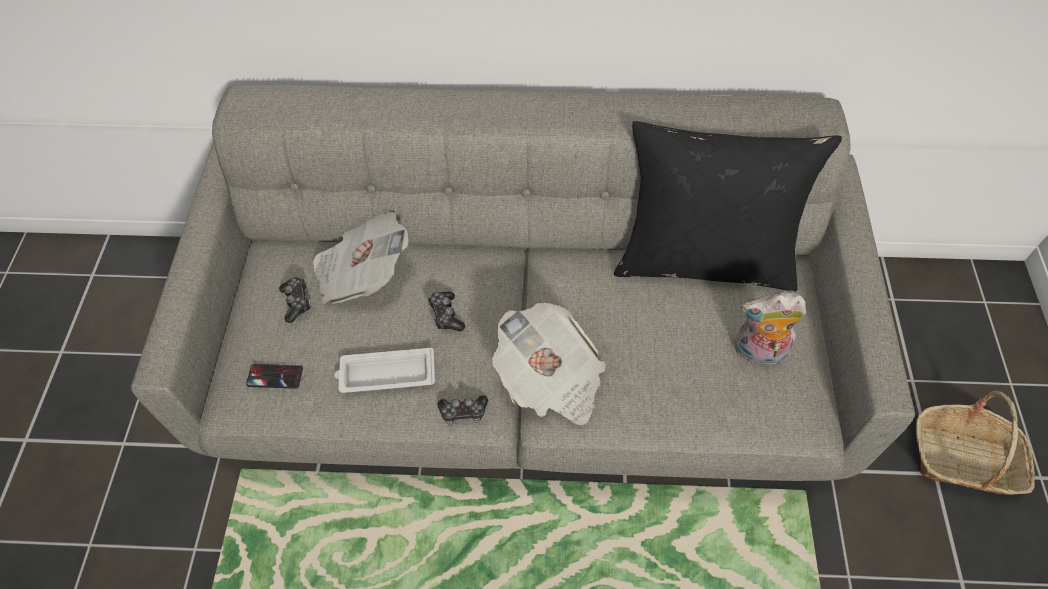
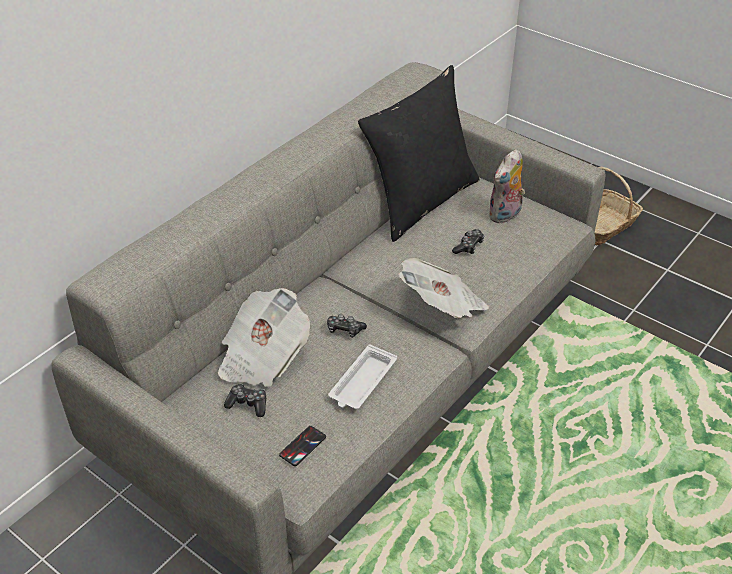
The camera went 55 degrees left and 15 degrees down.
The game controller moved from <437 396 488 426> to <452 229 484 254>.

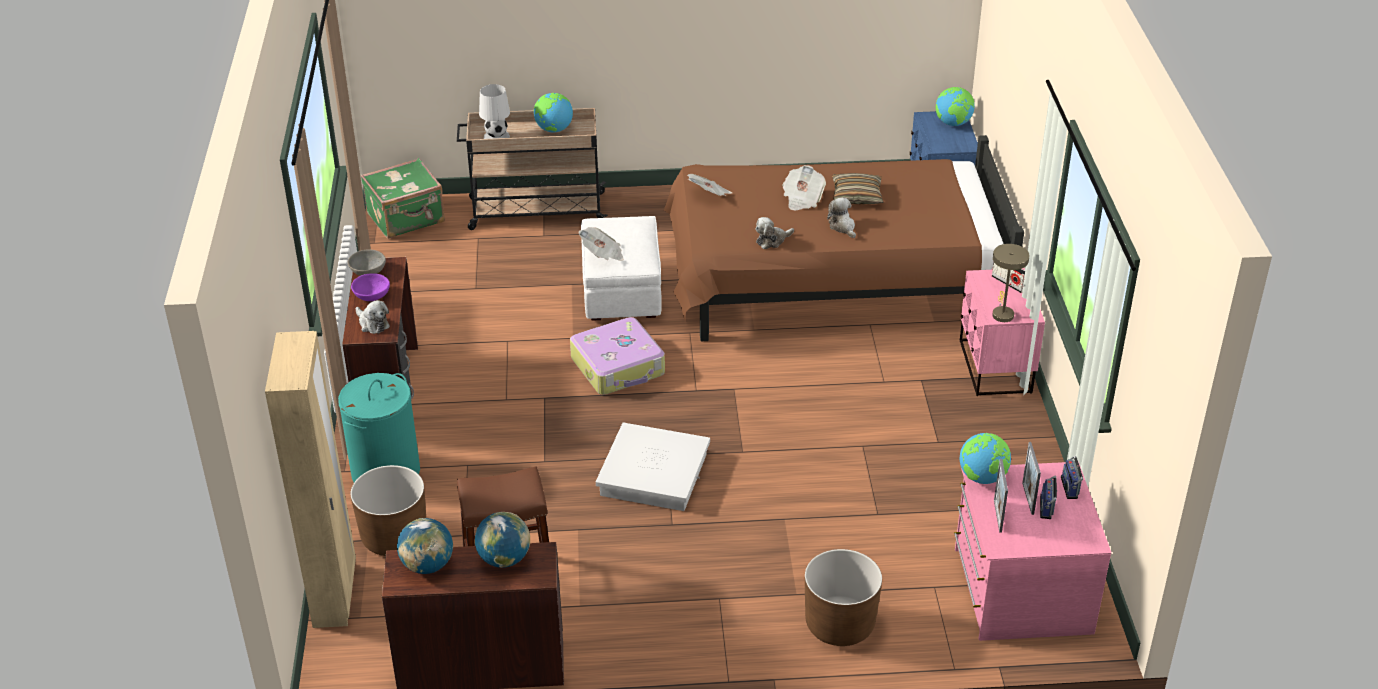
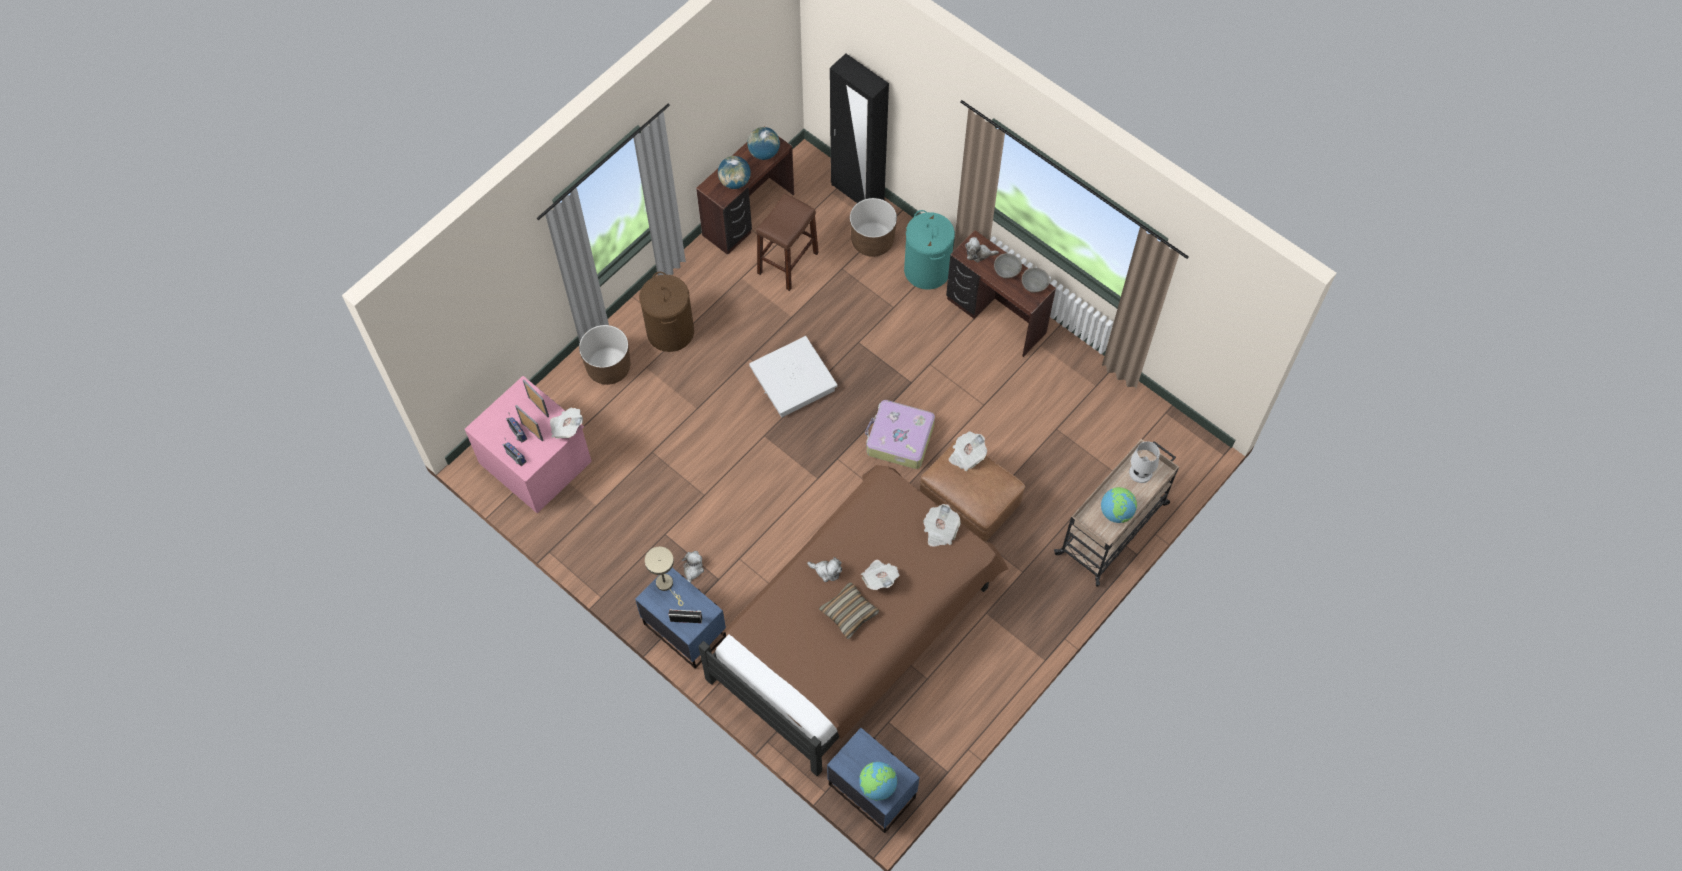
The camera went 135 degrees right and 25 degrees up.
The desk globe at <960 433 1011 484> was replaced by the daily paper at <550 408 583 438>.
The nightstand (pink) at <960 268 1045 396> became the nightstand (blue-coloured) at <635 568 726 669>.
The washing basket (brownish) at <639 272 694 352> appeared.
The plush toy moved from <755 217 794 249> to <682 551 704 583>.
The clothes cupboard (beige) at <265 331 356 628> became the clothes cupboard (black-coloured) at <830 54 889 203>.
The ottoman (white) at <581 216 662 321> became the ottoman (brownish) at <920 436 1025 541>.
The bowl (purple-coloured) at <351 273 390 301> became the bowl (greyish) at <994 253 1022 278>.
The suitcase (greenish) at <361 158 445 238> disappeared.

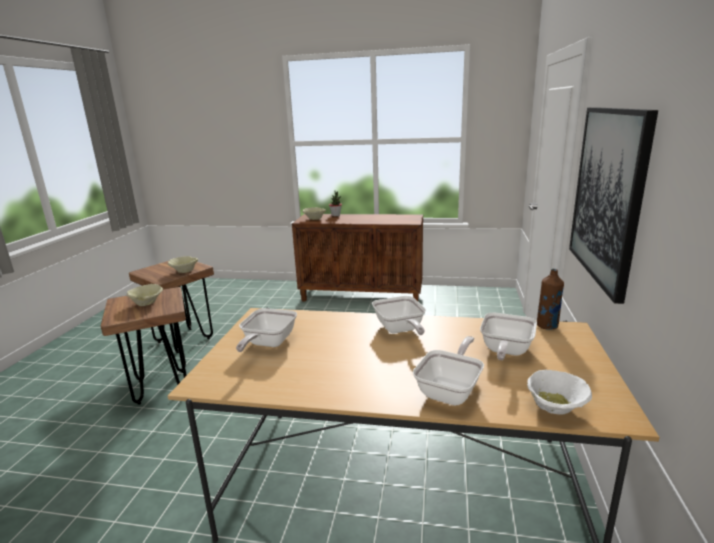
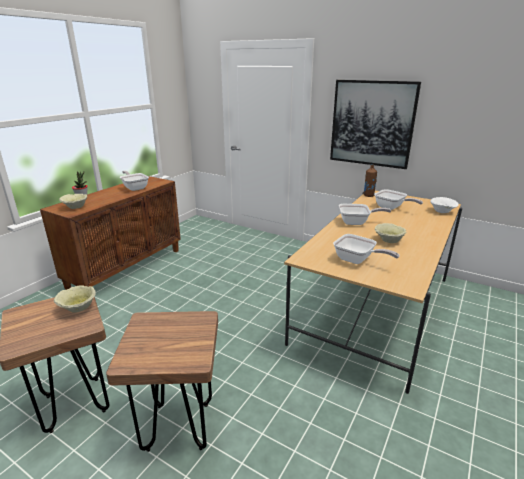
The camera went 70 degrees left and 5 degrees up.
The frying pan moved from <413 336 484 406> to <120 171 149 191>.
The bowl (beige) moved from <127 284 163 306> to <375 223 407 243>.

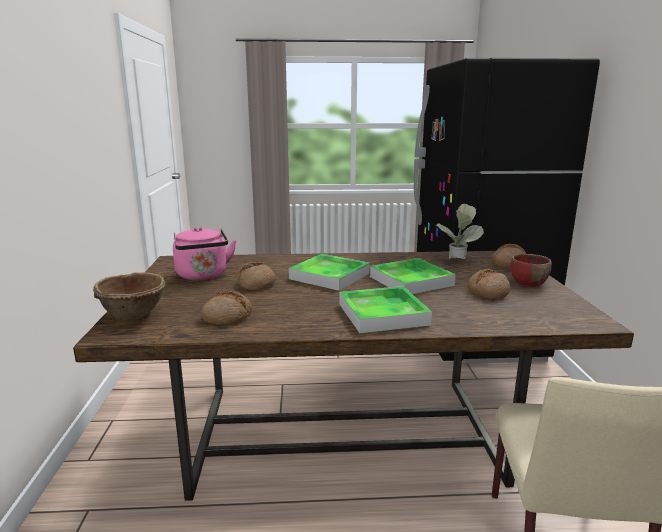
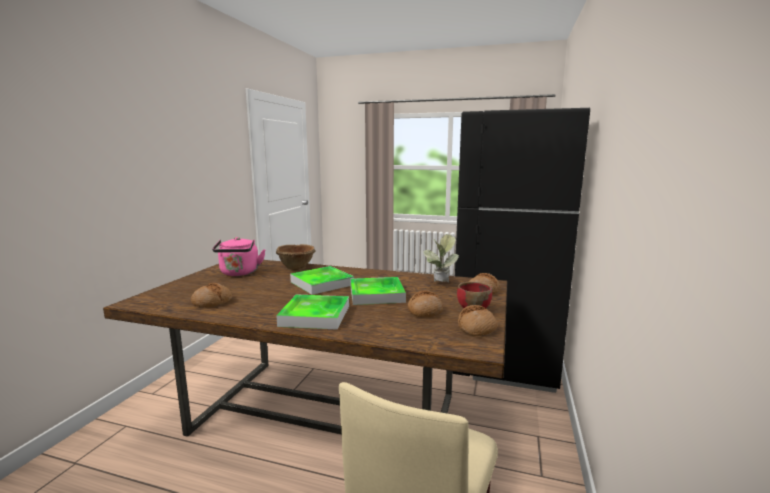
The camera went 20 degrees right and 5 degrees down.
The bowl (brownish) moved from <93 272 166 324> to <276 244 316 271>.
The bread moved from <238 262 276 290> to <458 305 498 336>.

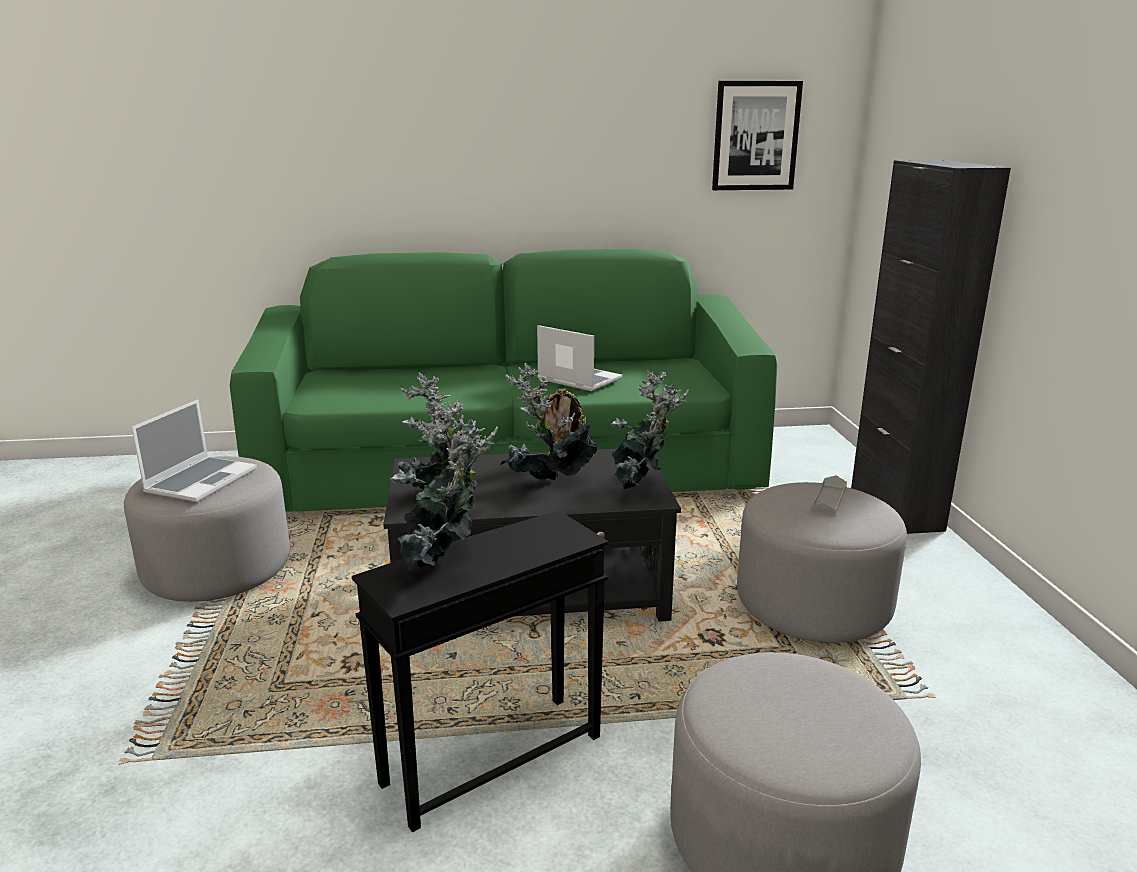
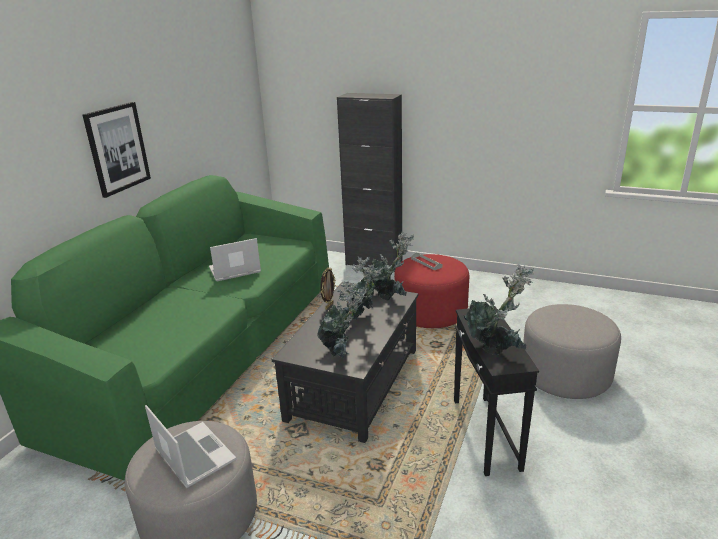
The camera went 60 degrees left and 5 degrees up.
The wall art moved from <712 81 803 190> to <82 102 151 198>.
The ottoman (greyish) at <737 482 907 643> became the ottoman (reddish) at <394 254 469 328>.

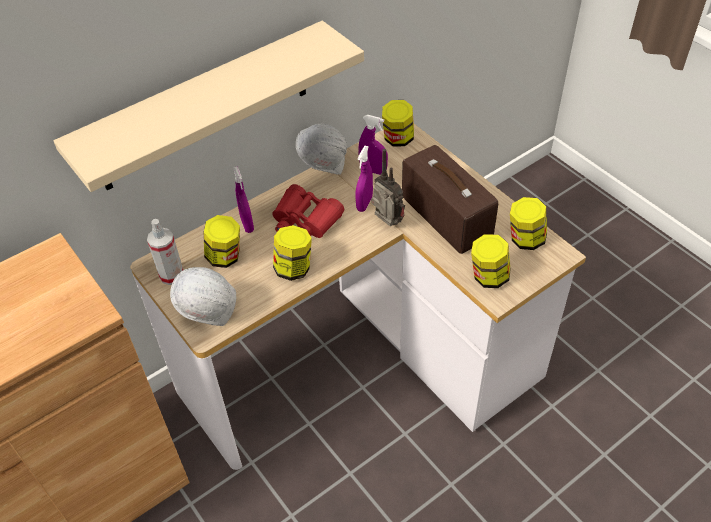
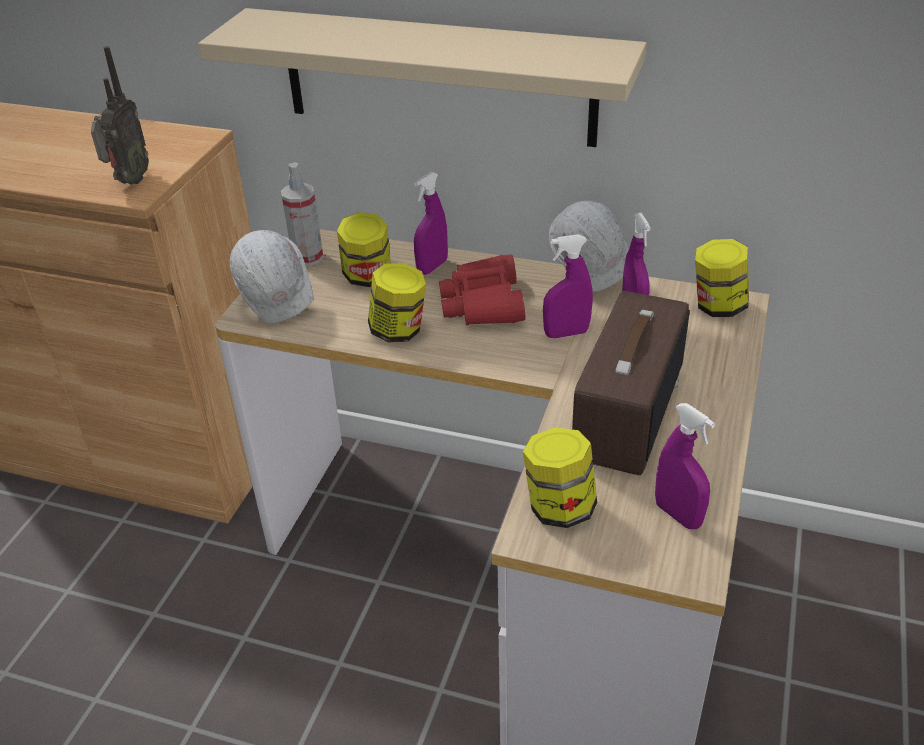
The camera went 55 degrees right and 10 degrees down.
The radio set moved from <371 149 405 226> to <91 46 149 185>.
The jar at <510 197 547 250> was replaced by the sprayer (purple-coloured) at <655 403 715 529>.

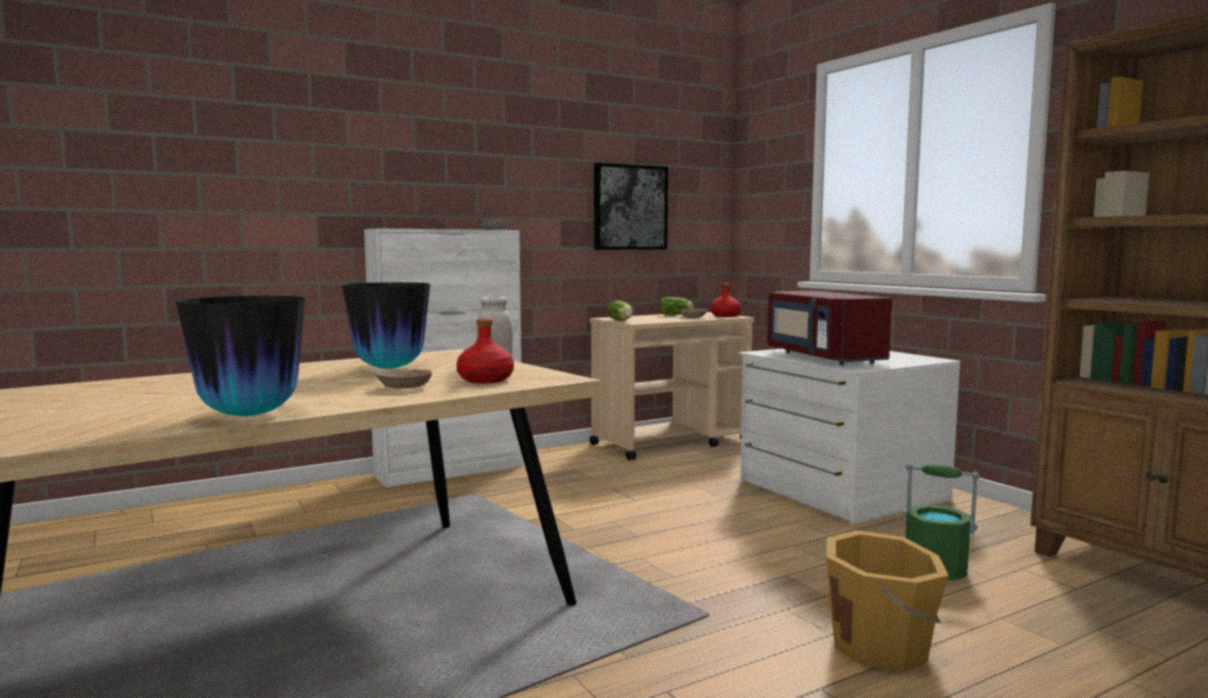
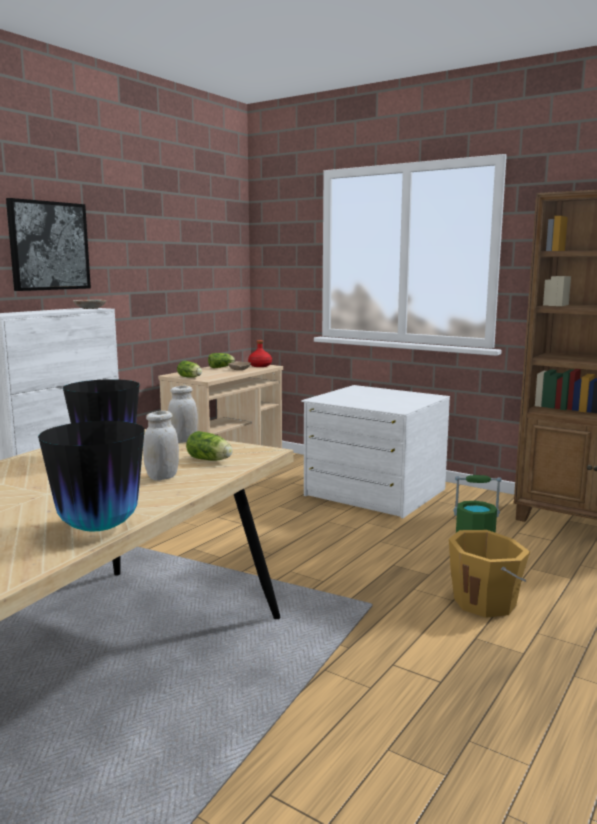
The camera went 25 degrees left and 5 degrees up.
The wall art moved from <594 163 668 250> to <6 198 91 291>.
The bowl (beige) at <375 369 432 389> was replaced by the jar (white) at <143 411 179 481>.
The bottle (reddish) at <456 318 514 383> was replaced by the lettuce head at <186 431 233 461>.
The microwave (reddish) at <767 291 892 365> disappeared.

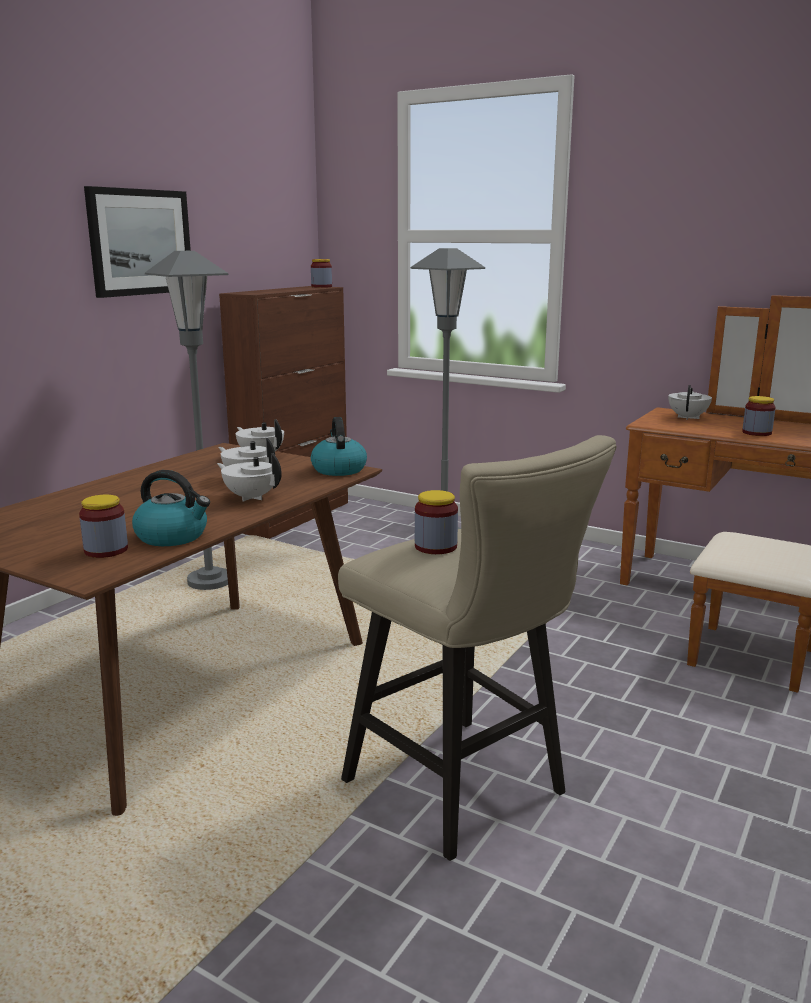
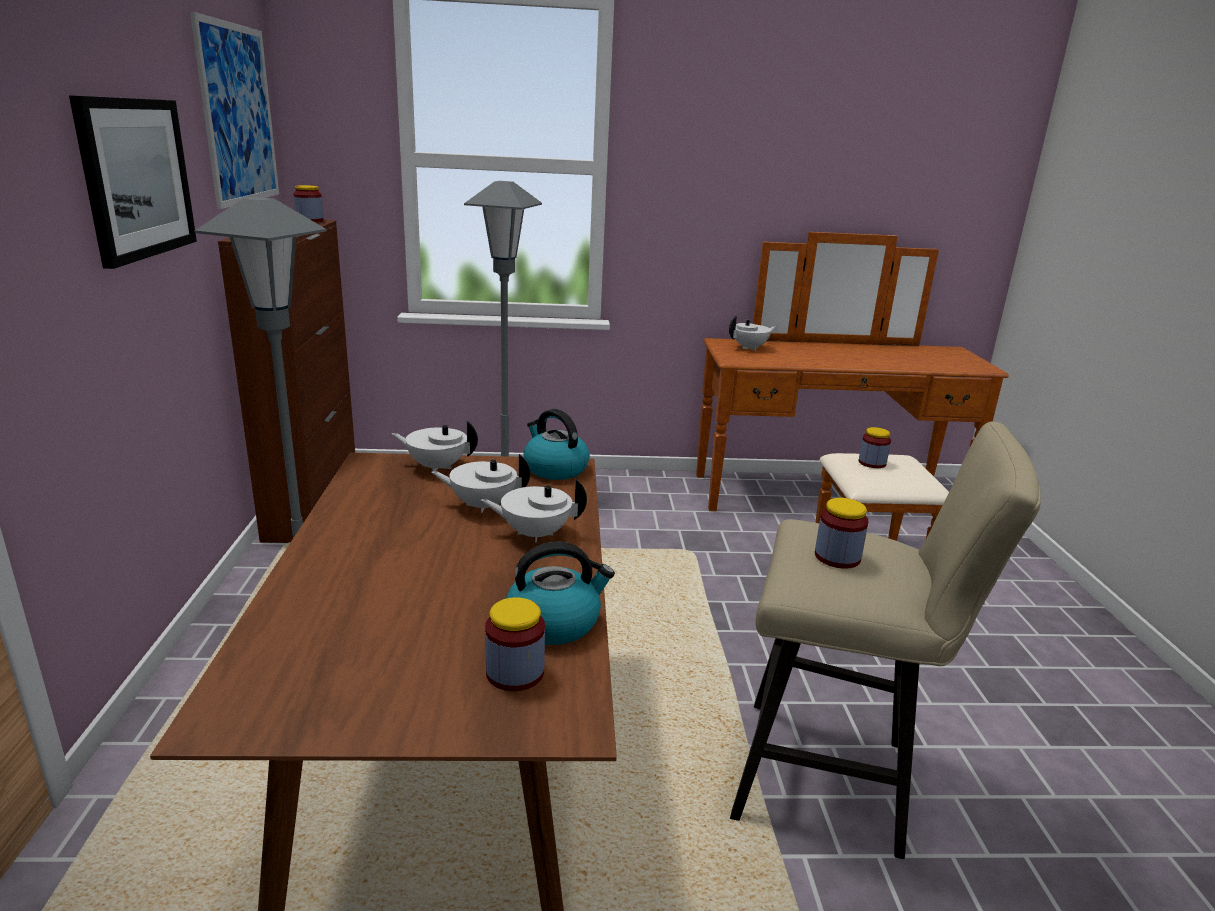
The camera went 35 degrees left and 5 degrees up.
The wall art at <190 12 279 209> appeared.
The tea pot (white) at <668 385 712 420> turned 75 degrees clockwise.
The jar moved from <742 396 776 436> to <858 427 891 468>.

